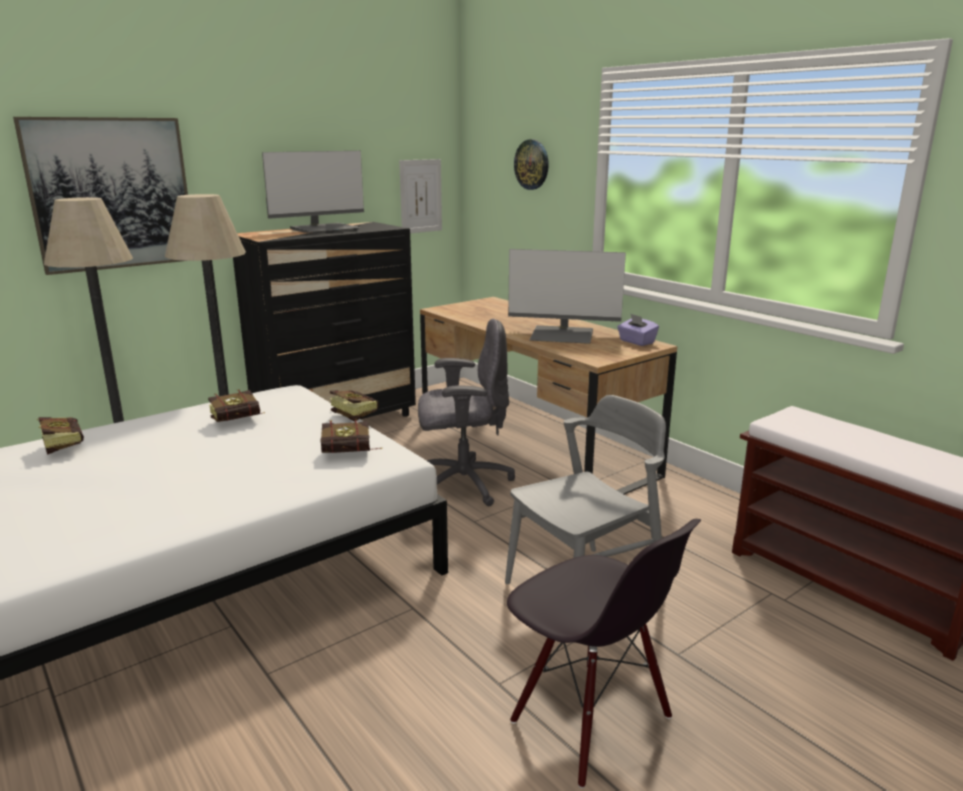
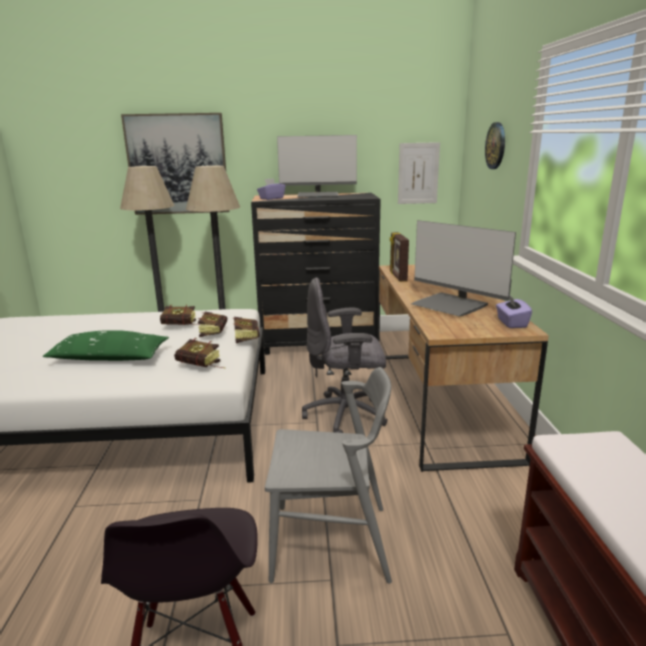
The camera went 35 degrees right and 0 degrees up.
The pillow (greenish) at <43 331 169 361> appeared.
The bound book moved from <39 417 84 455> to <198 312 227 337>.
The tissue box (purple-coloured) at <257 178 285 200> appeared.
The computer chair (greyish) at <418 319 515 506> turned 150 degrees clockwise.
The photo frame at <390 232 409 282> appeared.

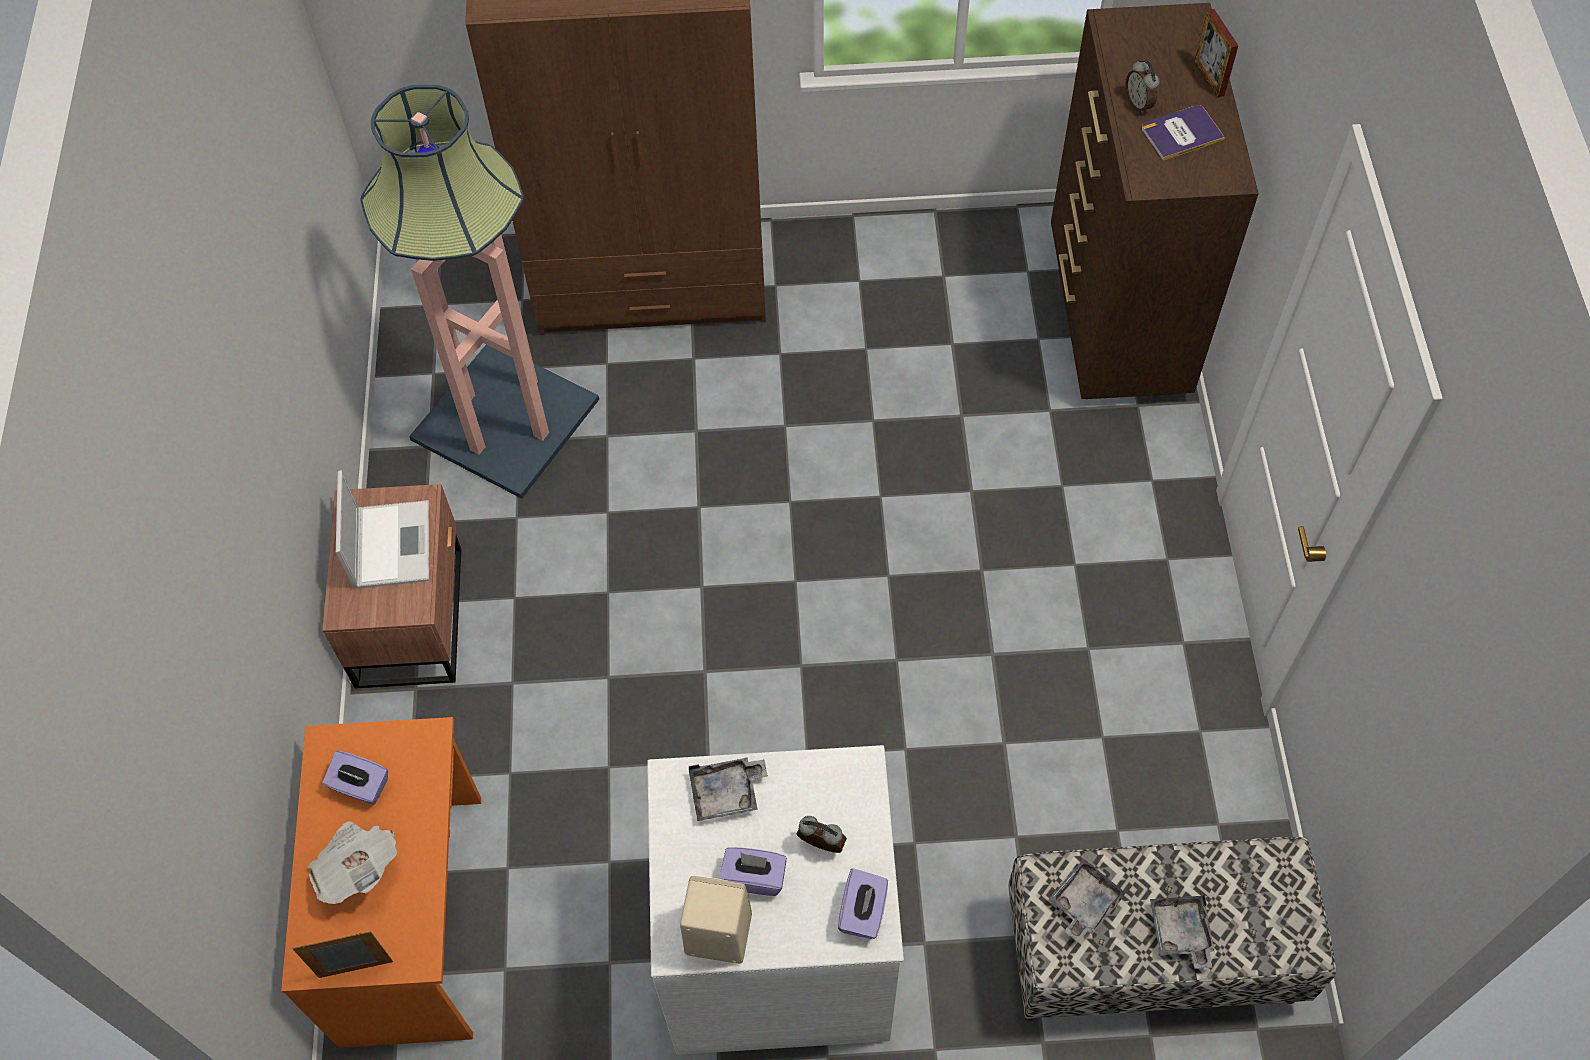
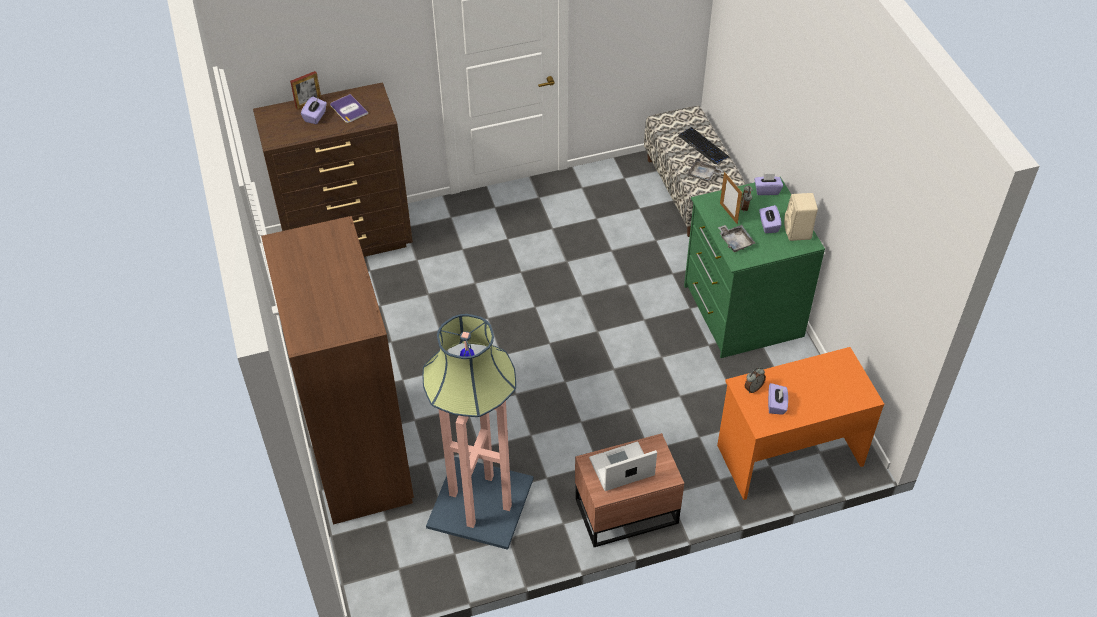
The camera went 105 degrees left and 10 degrees down.
The tissue box (purple-coloured) at <301 96 327 124> appeared.
The tray (greyish) at <1150 895 1214 969> was replaced by the keyboard at <678 127 729 165>.
The drawer chest (white) at <647 745 904 1055> became the drawer chest (greenish) at <684 177 825 358>.
The photo frame moved from <293 931 393 978> to <720 172 742 224>.
The bedside clock moved from <1126 60 1160 114> to <745 367 766 393>.
The daily paper at <307 821 397 904> disappeared.

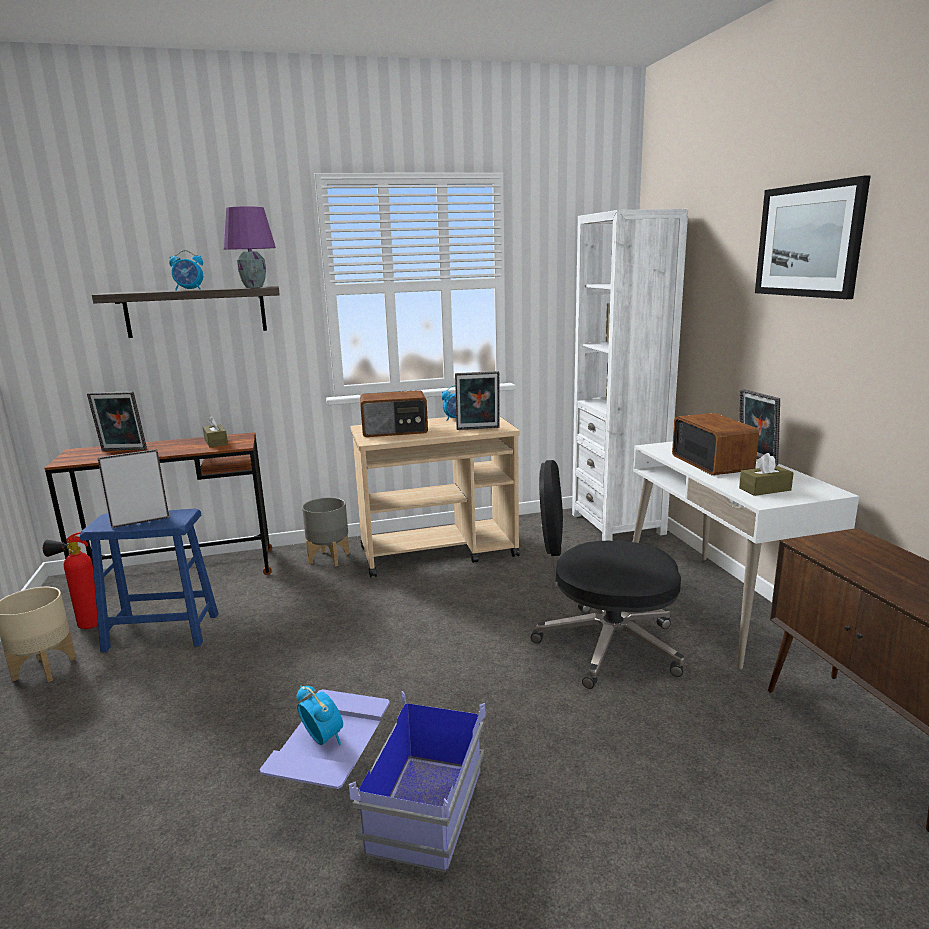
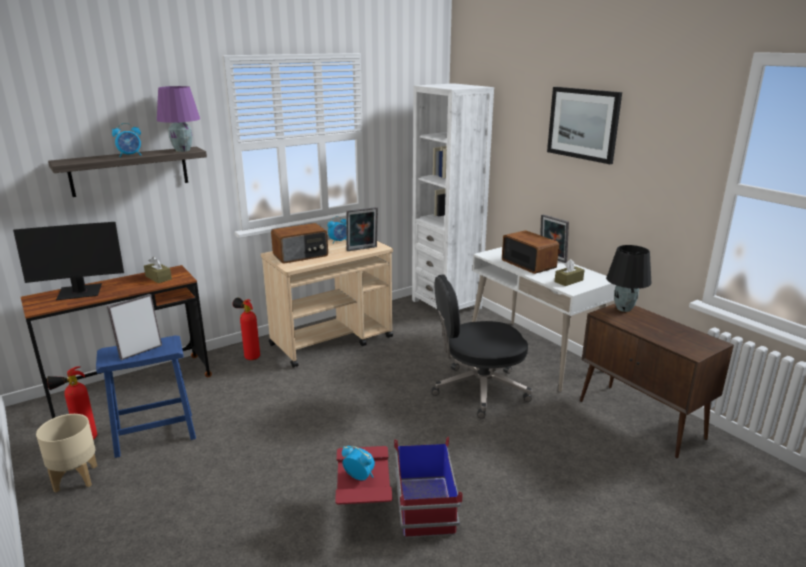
The camera went 20 degrees left and 5 degrees up.
The photo frame at <87 391 147 451> was replaced by the computer screen at <13 222 124 300>.
The plant pot (greyish) at <302 497 350 566> was replaced by the extinguisher at <232 298 260 360>.
The storage box (blue-coloured) at <260 689 485 872> became the storage box (reddish) at <335 437 463 538>.
The tabletop lamp (black-coloured) at <606 245 651 312> appeared.

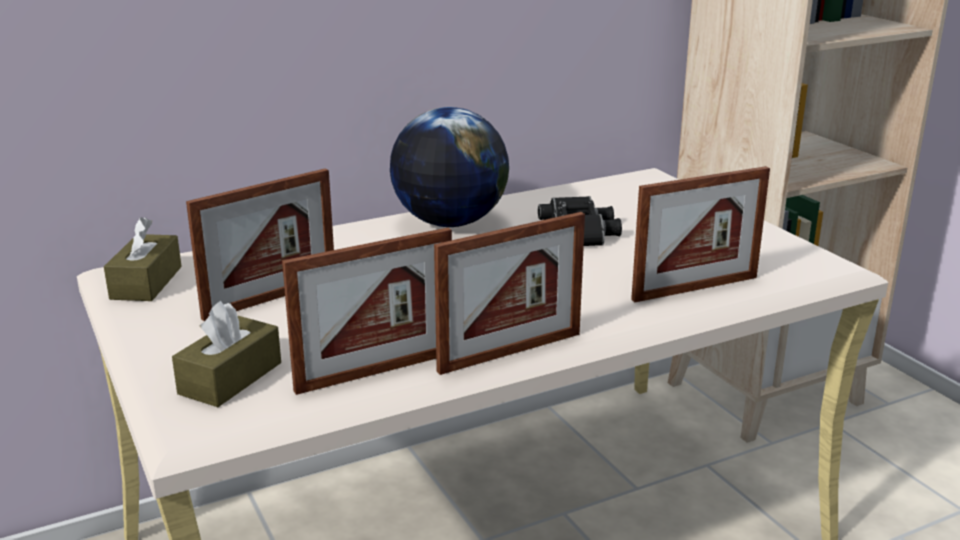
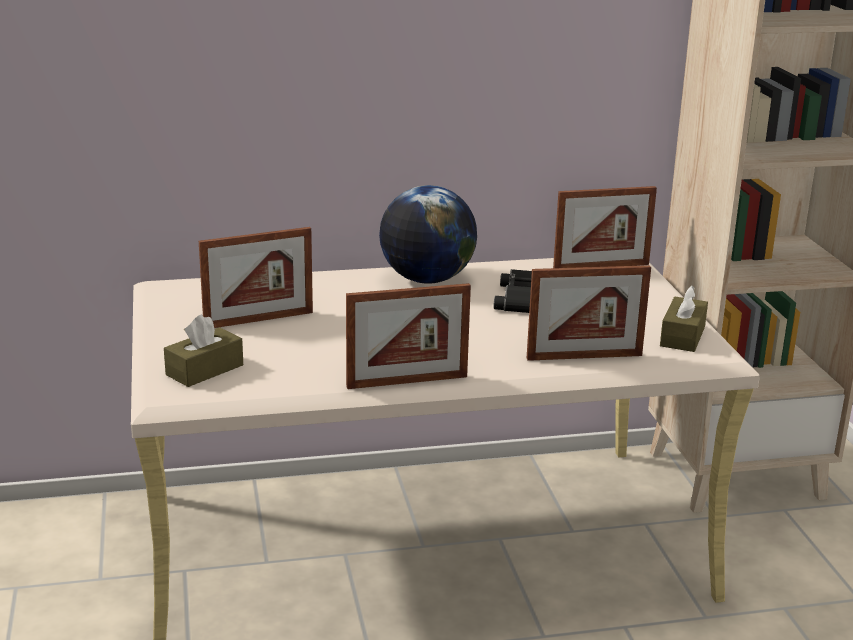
The camera went 15 degrees right and 0 degrees up.
The photo frame moved from <282 228 452 395> to <553 186 657 268>.
The tissue box (brownish) moved from <104 217 182 301> to <660 285 708 352>.

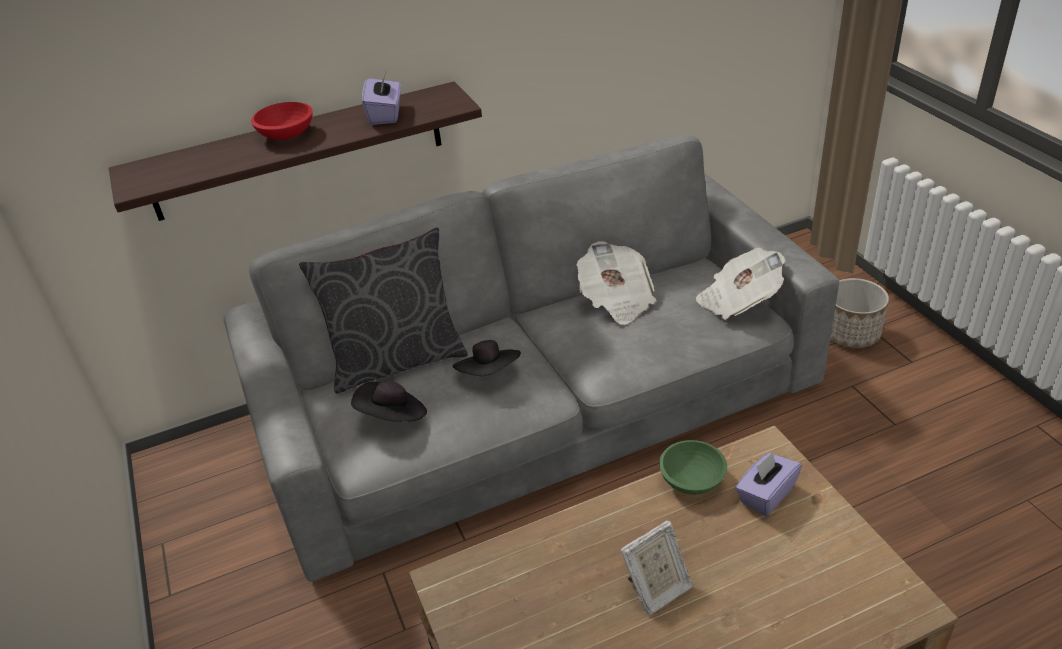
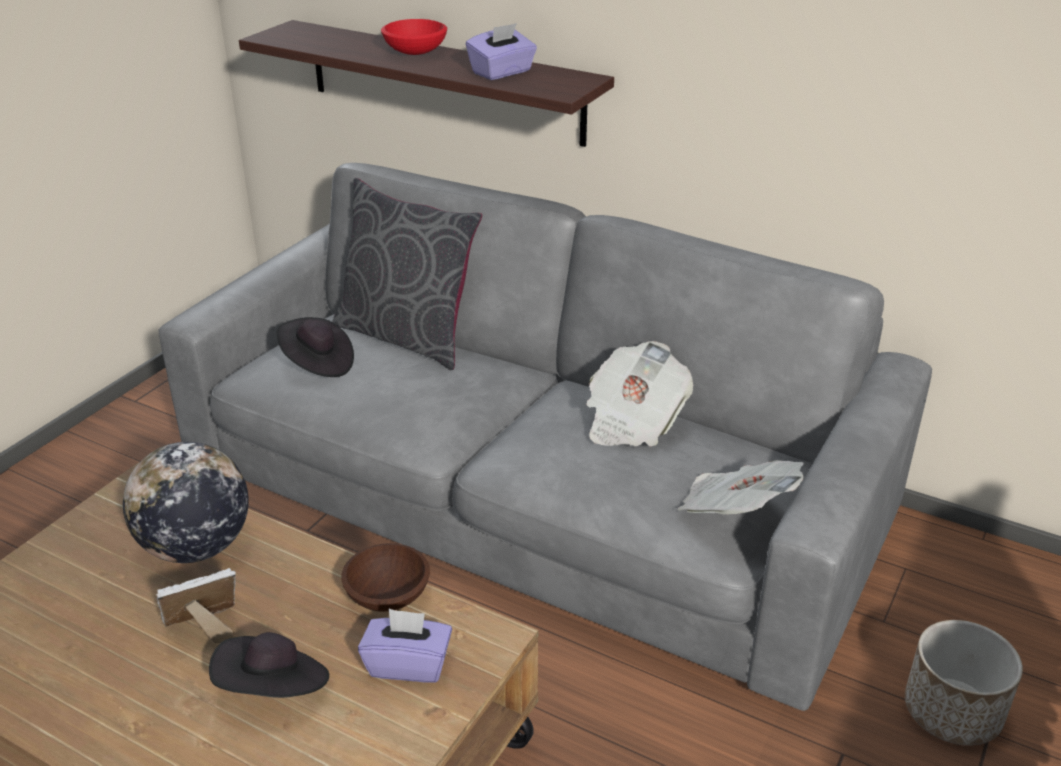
The camera went 50 degrees right and 5 degrees down.
The desk globe at <123 442 249 563> appeared.
The photo frame at <620 520 693 614> turned 135 degrees clockwise.
The clothing hat (black-coloured) moved from <453 340 521 376> to <209 632 329 698>.
The bowl (greenish) at <659 440 727 495> became the bowl (brownish) at <341 543 430 612>.

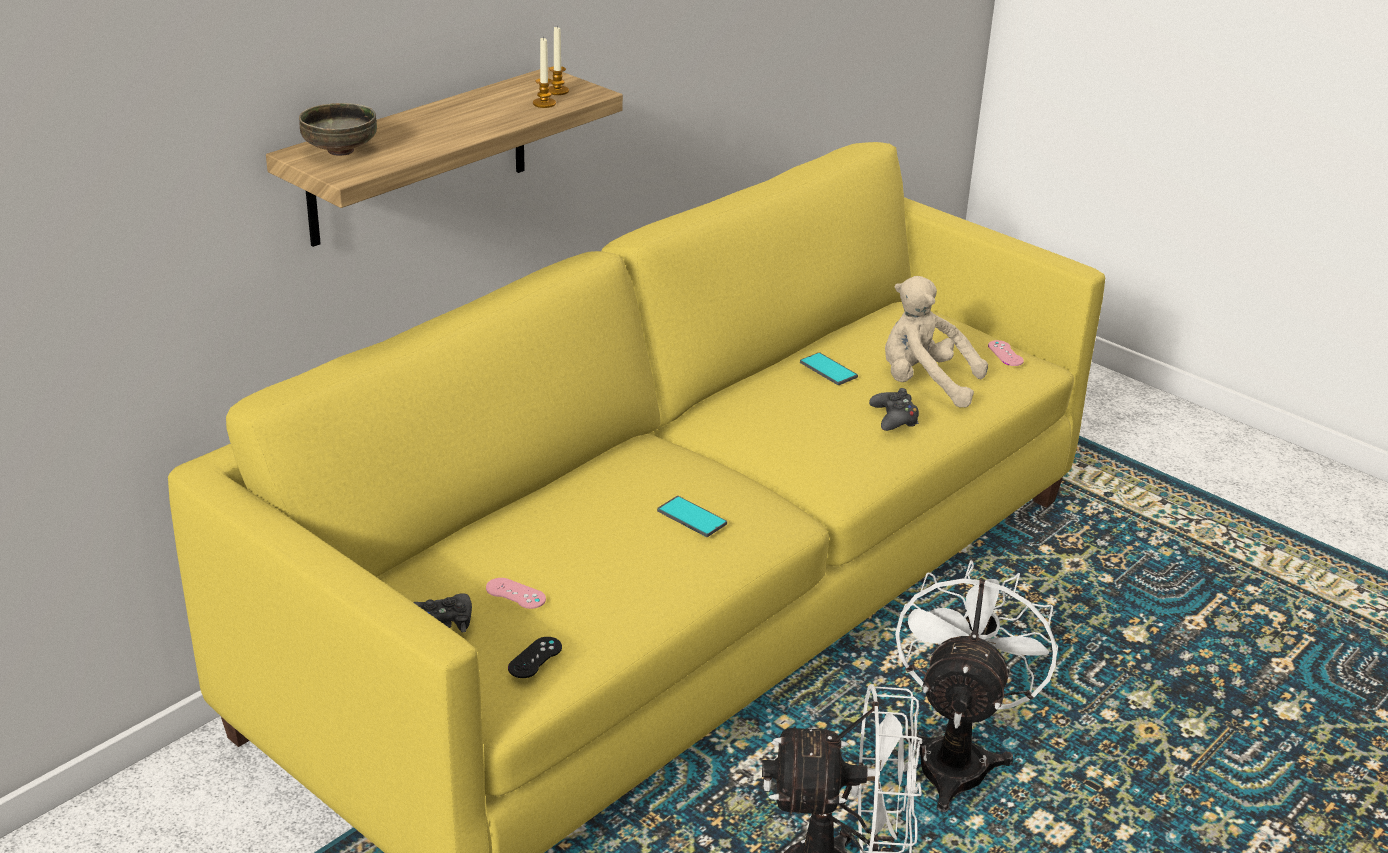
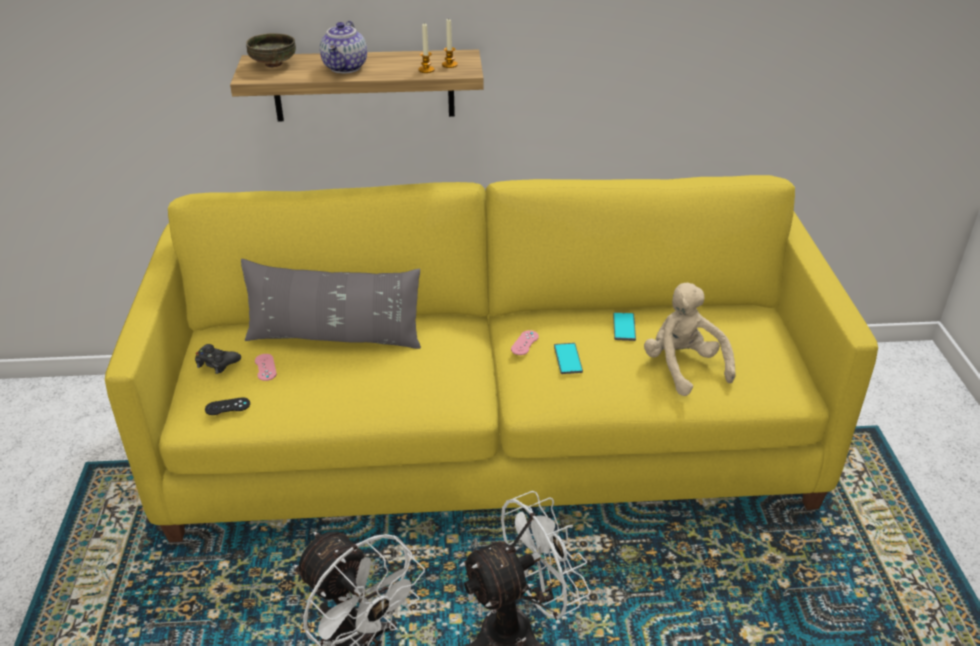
The camera went 45 degrees right and 5 degrees up.
The pillow (greyish) at <241 259 421 349> appeared.
The tea pot at <320 21 367 73> appeared.
The game controller (pink) moved from <988 340 1024 366> to <511 330 539 355>.
The phone moved from <657 496 727 537> to <554 343 583 374>.
The game controller (black-coloured) at <869 388 919 431> disappeared.

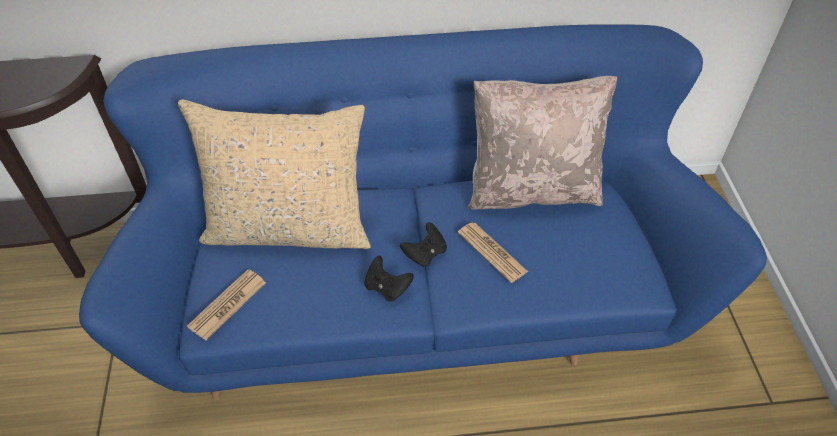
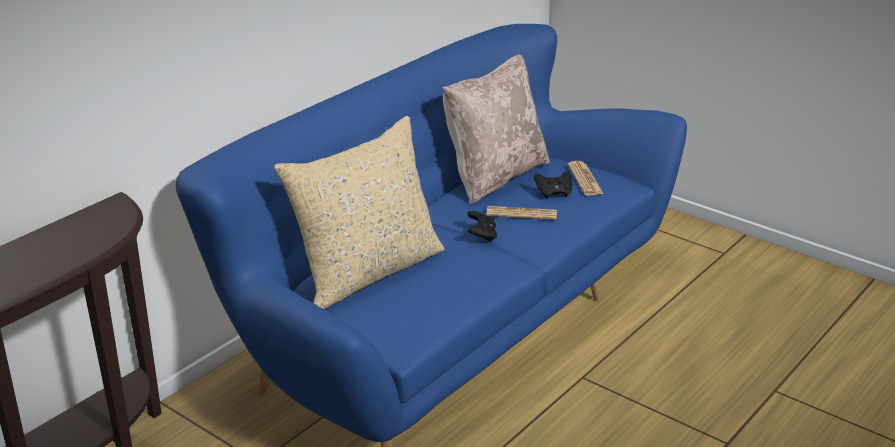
The camera went 45 degrees left and 20 degrees down.
The game controller (black-coloured) moved from <365 256 414 302> to <534 171 572 199>.
The daily paper moved from <187 269 266 341> to <568 161 604 195>.

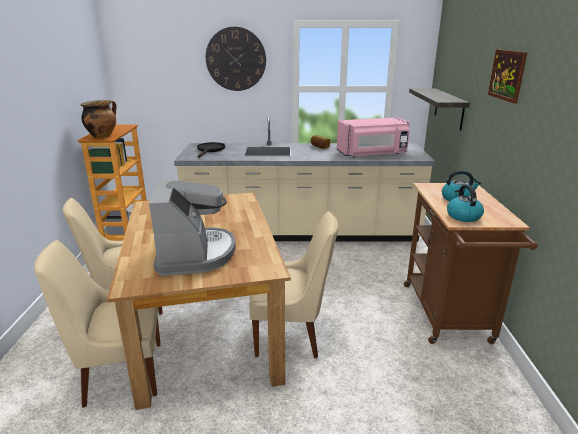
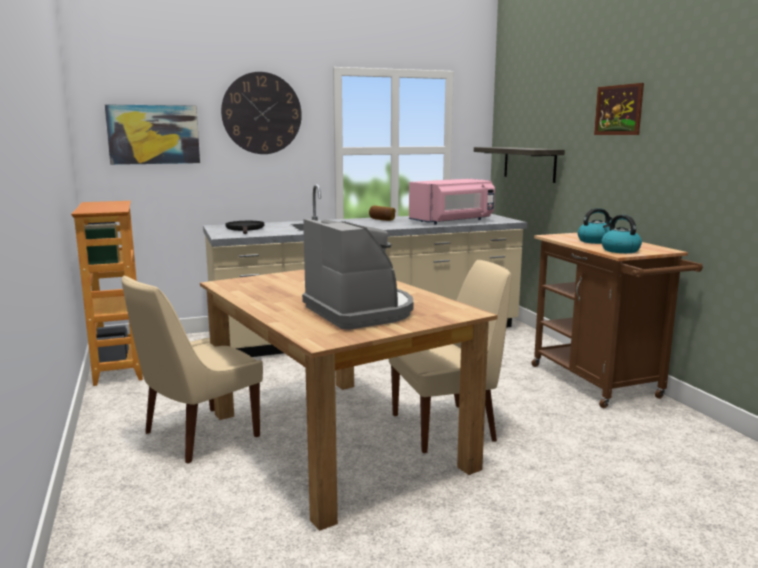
The camera went 20 degrees left and 10 degrees down.
The wall art at <105 104 200 165> appeared.
The plain chair (beige) at <34 240 161 408> disappeared.
The stockpot at <81 100 117 138> disappeared.

